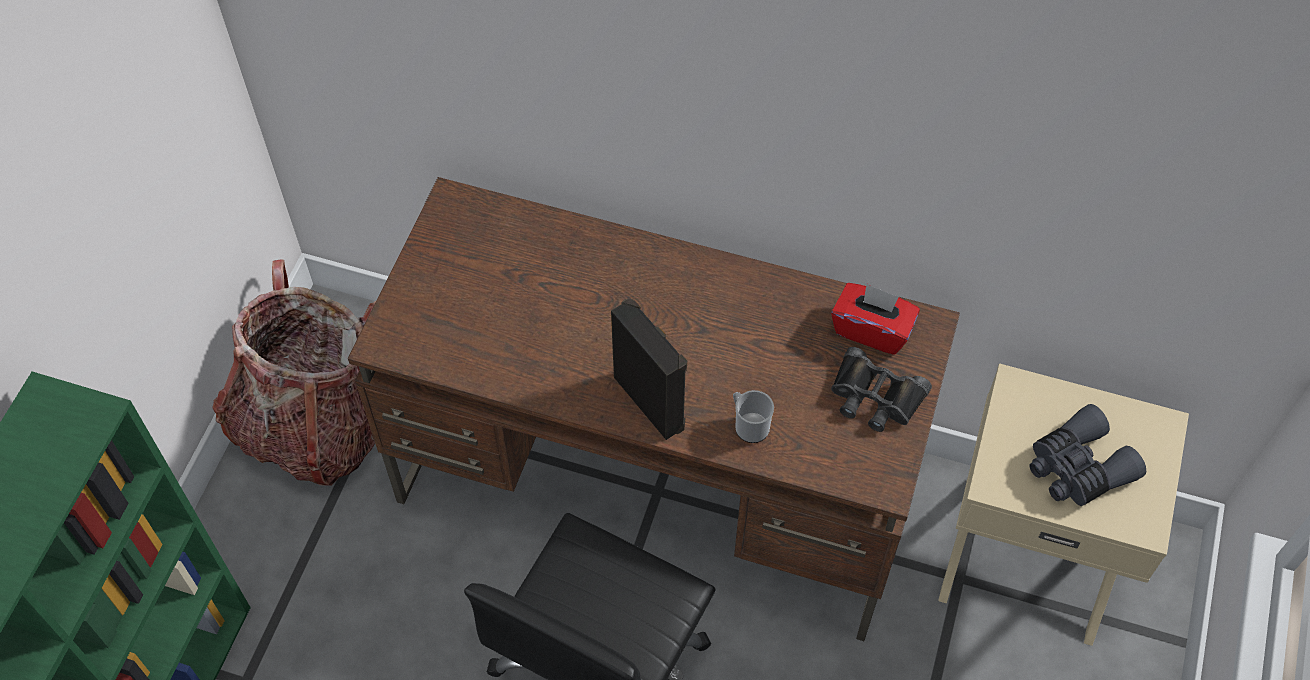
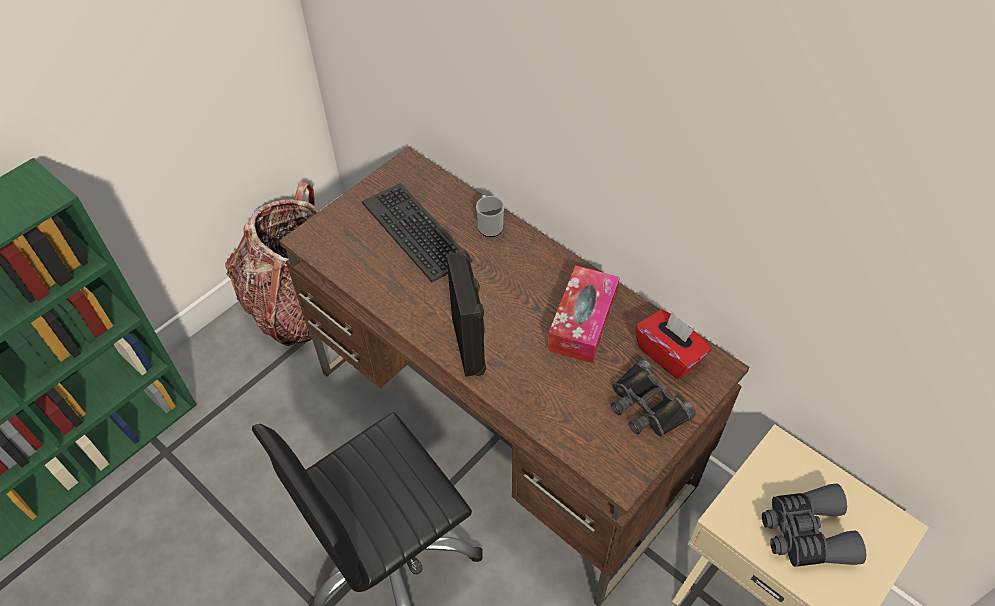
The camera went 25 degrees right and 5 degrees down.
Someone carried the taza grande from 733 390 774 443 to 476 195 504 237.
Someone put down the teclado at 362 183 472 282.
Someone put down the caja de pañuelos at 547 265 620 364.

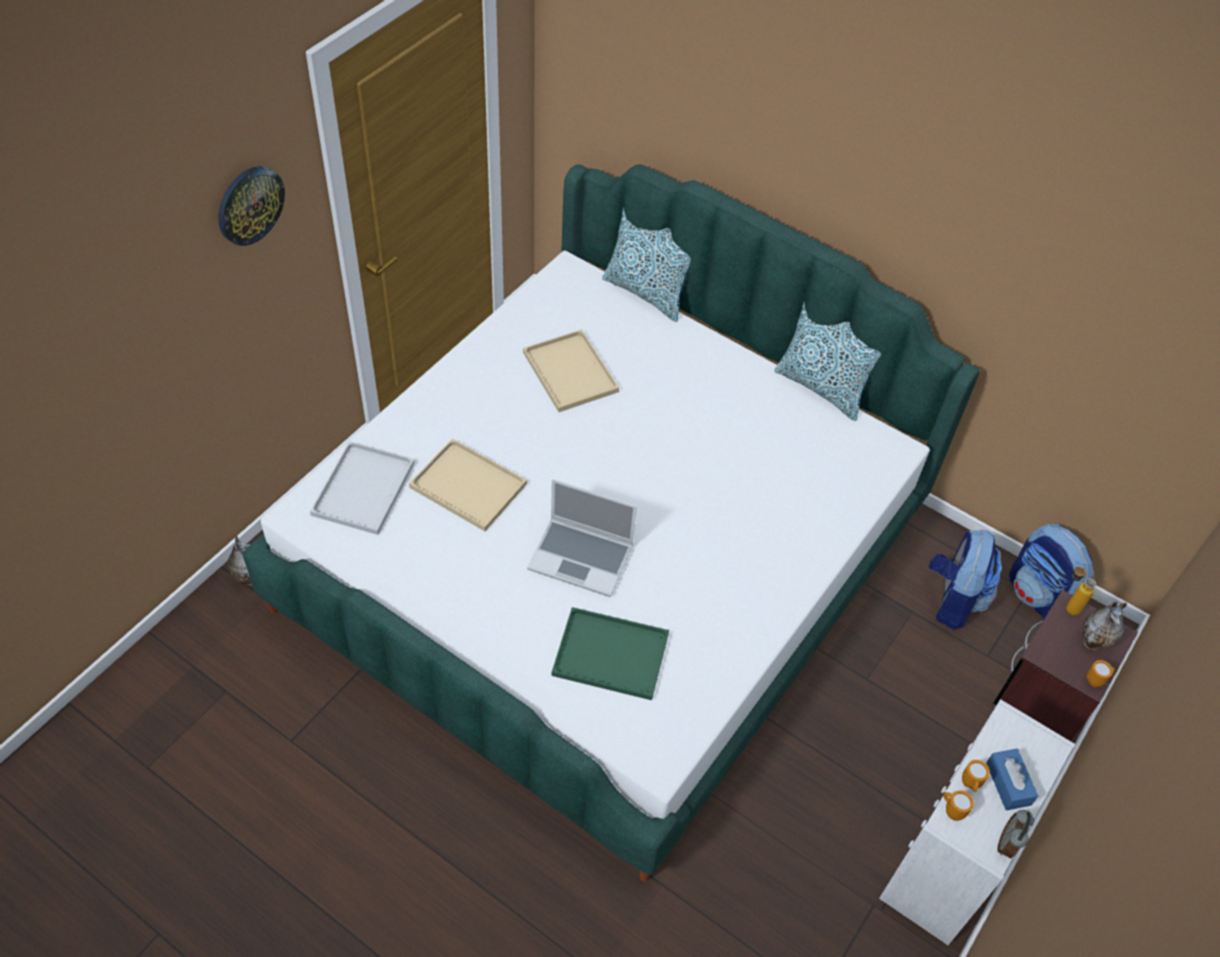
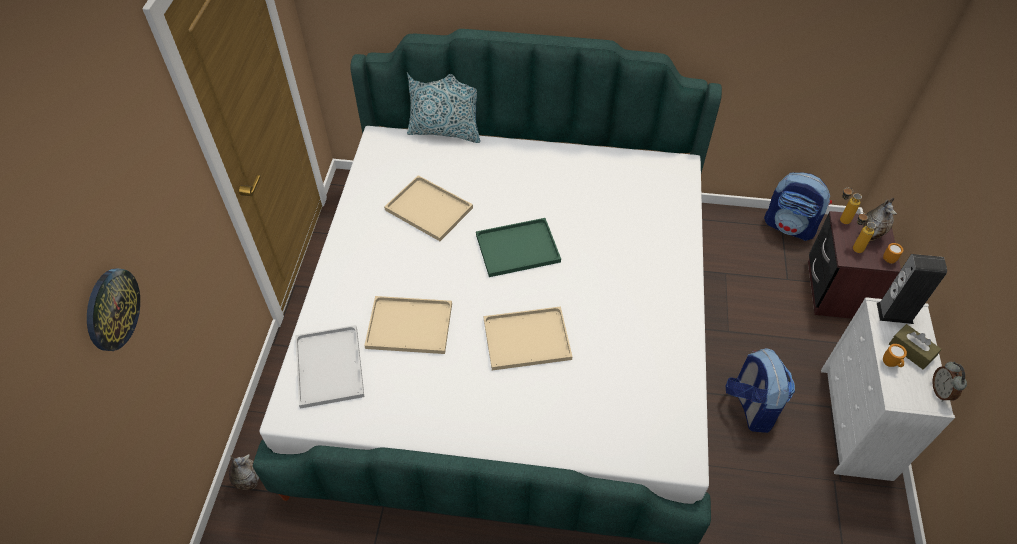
The camera went 25 degrees left and 0 degrees up.
Someone carried the reloj de pared from 218 166 285 246 to 87 268 140 351.
Someone took away the cojín at 774 302 881 421.
Someone swapped the portátil at 527 479 637 597 for the bandeja/beis at 484 306 572 370.
Someone carried the mochila from 928 529 1002 630 to 726 348 795 433.
Someone carried the bandeja/verde from 552 607 669 700 to 476 218 561 277.
Someone repainted the caja de pañuelos/azul at 986 749 1038 811, which became the caja de pañuelos/marrón at 889 324 942 369.
Someone took away the taza grande/naranja at 943 790 974 821.
Someone put down the botella at 853 212 876 253.
Someone put down the altavoz at 877 254 947 324.

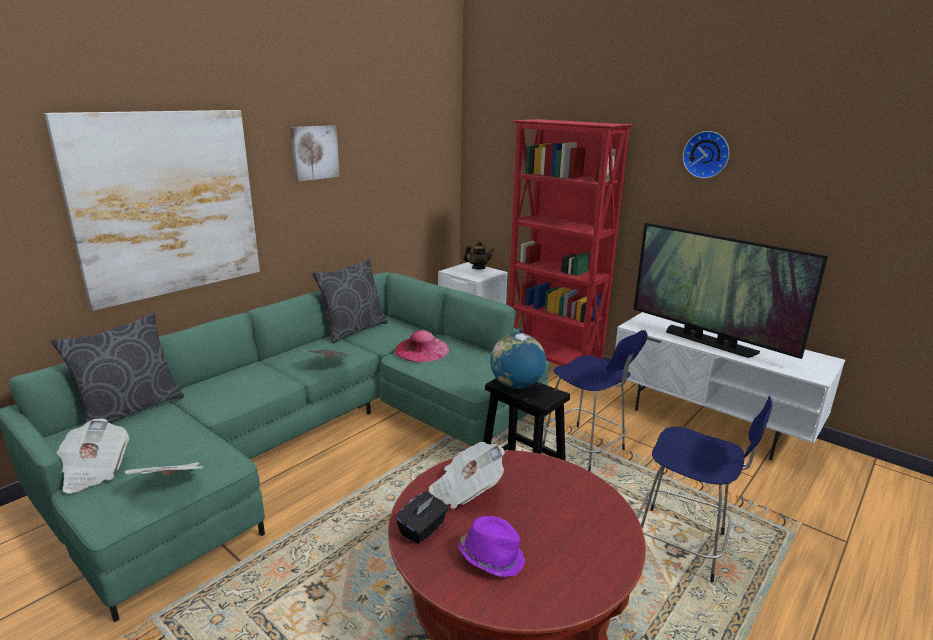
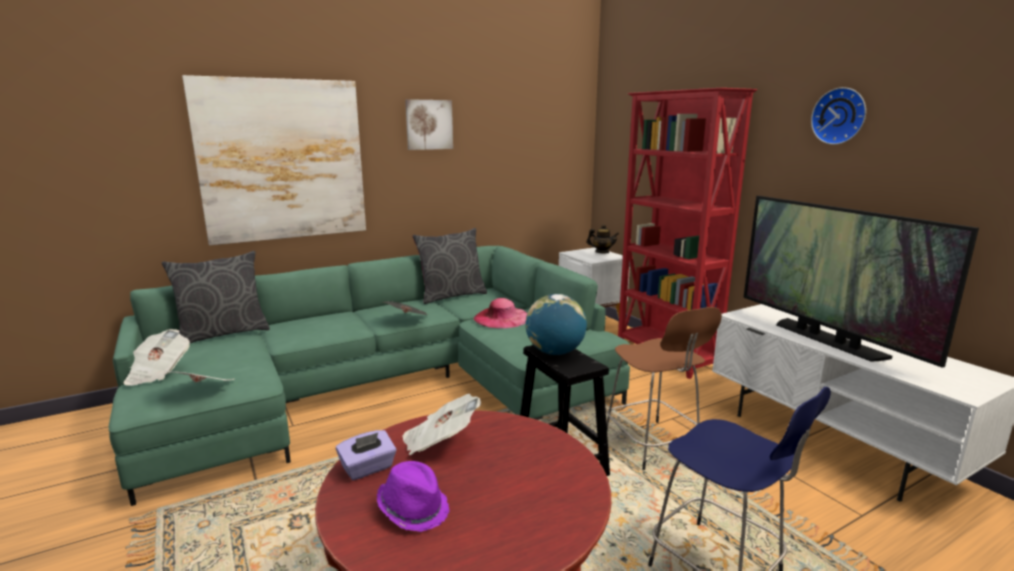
The camera went 20 degrees right and 5 degrees down.
Someone repainted the taburete/azul at 542 330 647 472, which became the taburete/marrón at 606 307 722 470.
Someone repainted the caja de pañuelos/negro at 395 491 448 544, which became the caja de pañuelos/morado at 336 430 396 480.

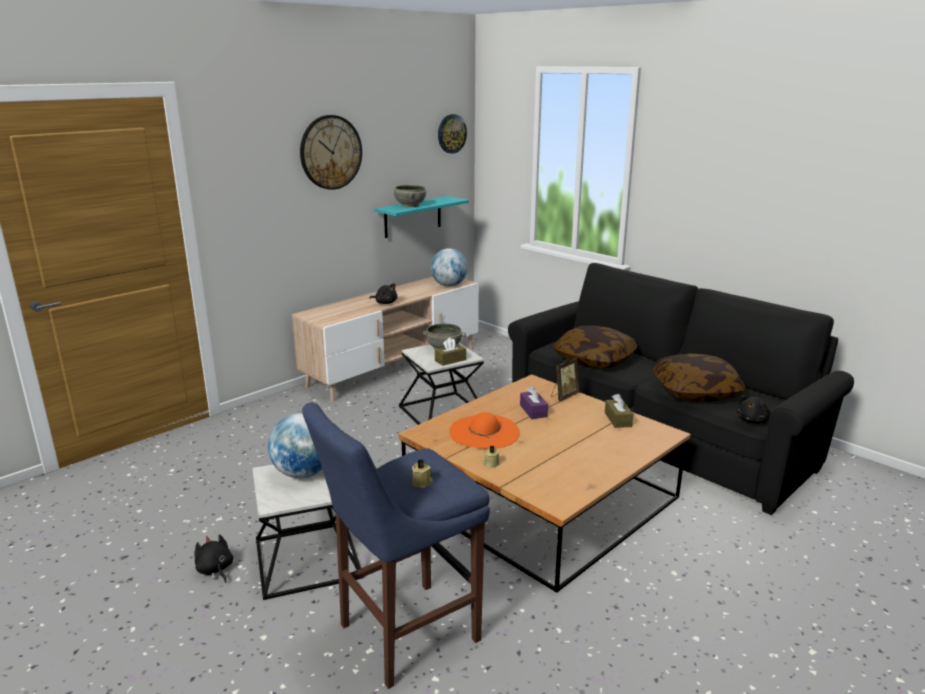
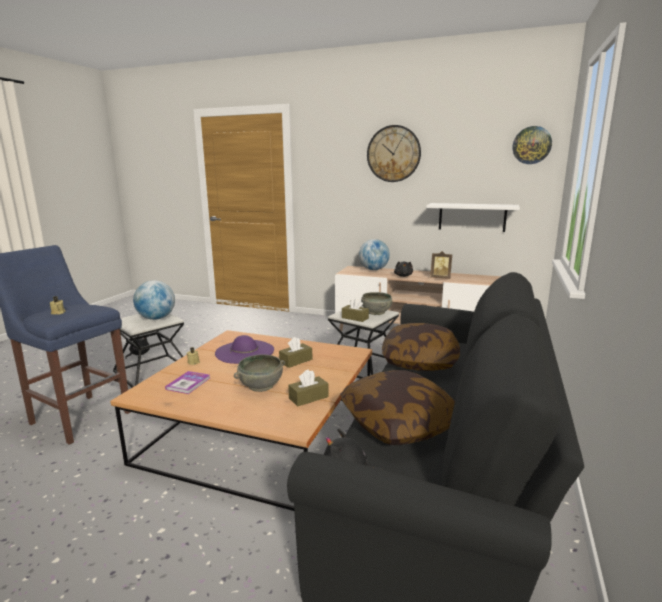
The camera went 65 degrees right and 5 degrees down.
Someone carried the cuenco/gris from 394 185 426 207 to 234 354 285 392.
Someone repainted the estante/turquesa at 375 196 469 238, which became the estante/blanco at 426 203 520 232.
Someone carried the globo terráqueo from 431 248 468 286 to 359 239 390 270.
Someone carried the portarretratos from 551 357 579 401 to 430 251 452 279.
Someone repainted the caja de pañuelos/morado at 520 386 548 419, which became the caja de pañuelos/marrón at 279 337 312 368.
Someone repainted the sombrero/naranja at 449 412 520 449, which became the sombrero/morado at 215 335 274 364.
Someone put down the libro at 165 371 210 394.

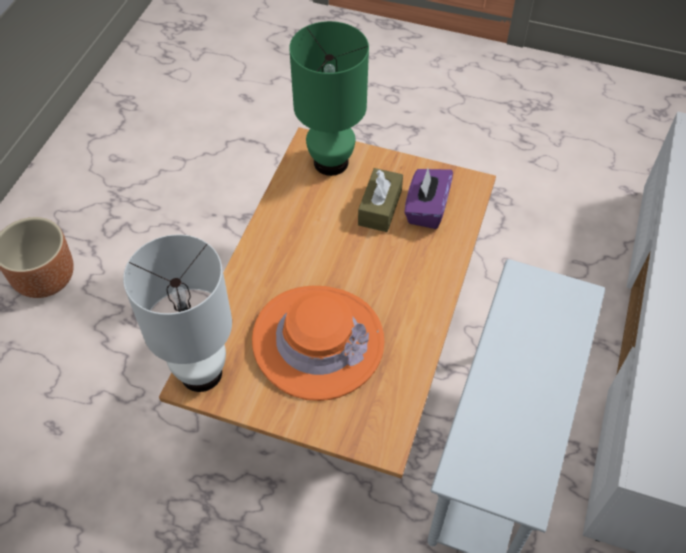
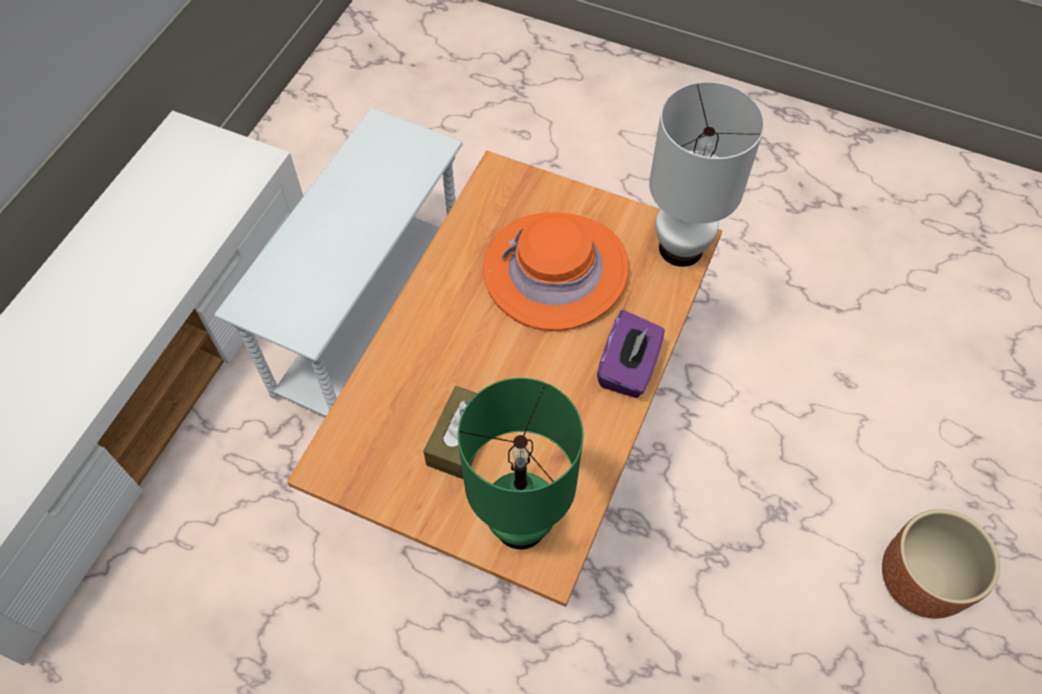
The camera went 175 degrees left and 5 degrees up.
Someone carried the caja de pañuelos/morado from 404 168 453 229 to 597 310 665 398.

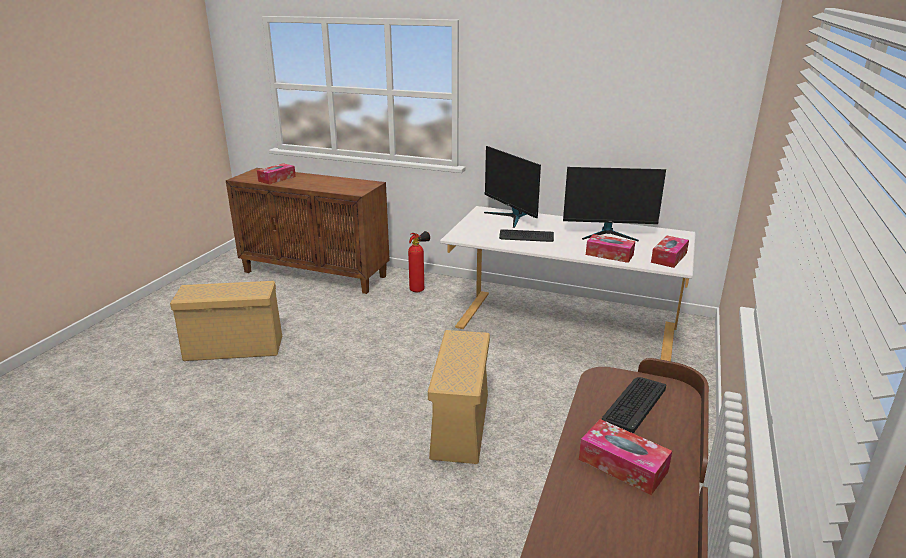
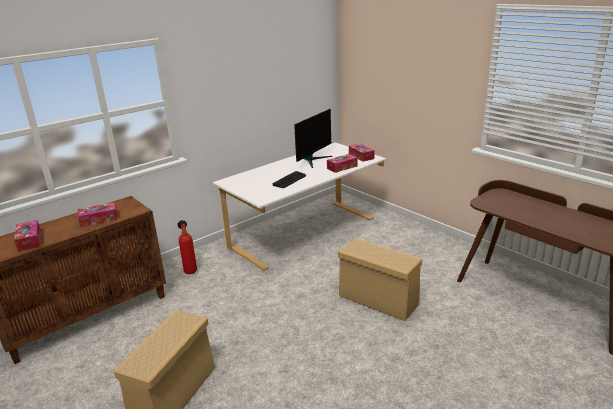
The camera went 60 degrees left and 0 degrees up.
Someone took away the monitor at 484 146 541 228.
Someone took away the teclado at 602 377 666 433.
Someone carried the caja de pañuelos from 579 419 672 495 to 78 202 118 227.

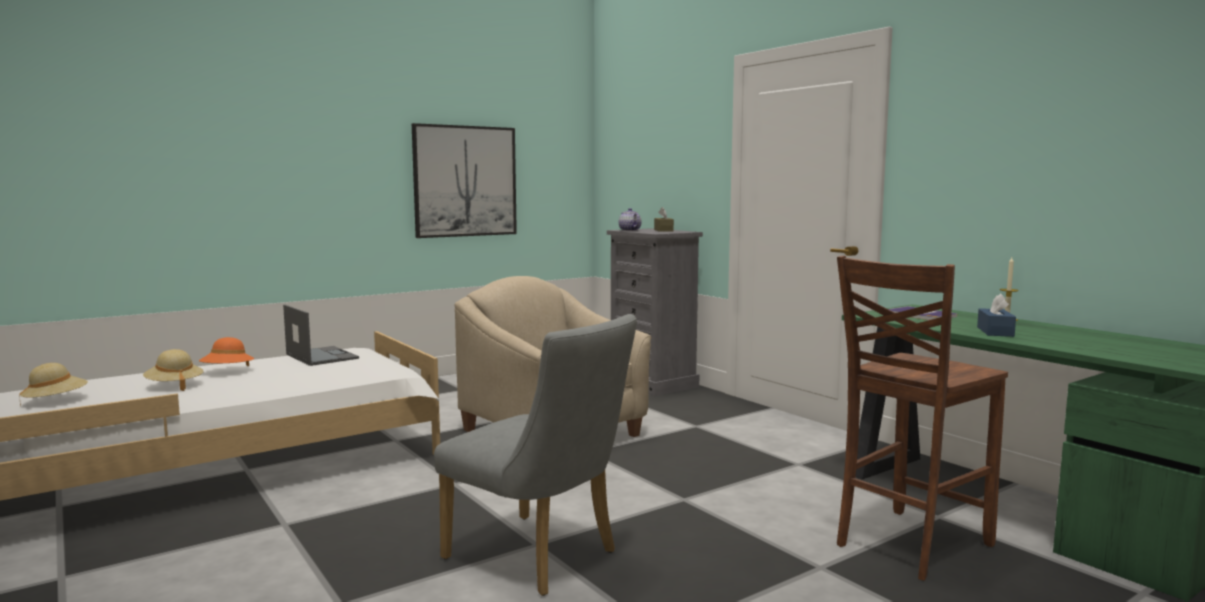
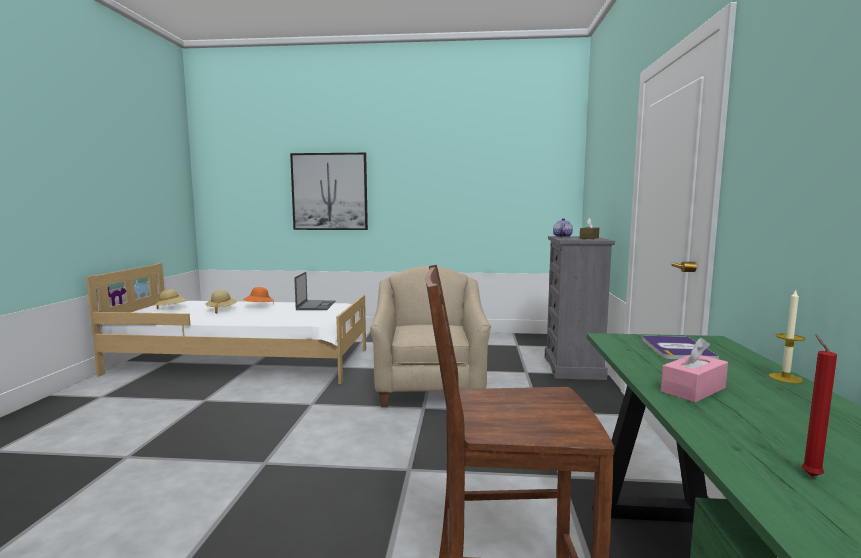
The camera went 40 degrees right and 0 degrees up.
Someone carried the cuadro from 412 123 517 238 to 290 153 368 230.
Someone repainted the caja de pañuelos/azul at 977 293 1016 337, which became the caja de pañuelos/rosa at 661 338 728 403.
Someone took away the silla/gris at 434 314 637 596.
Someone put down the vela/rojo at 802 334 837 477.

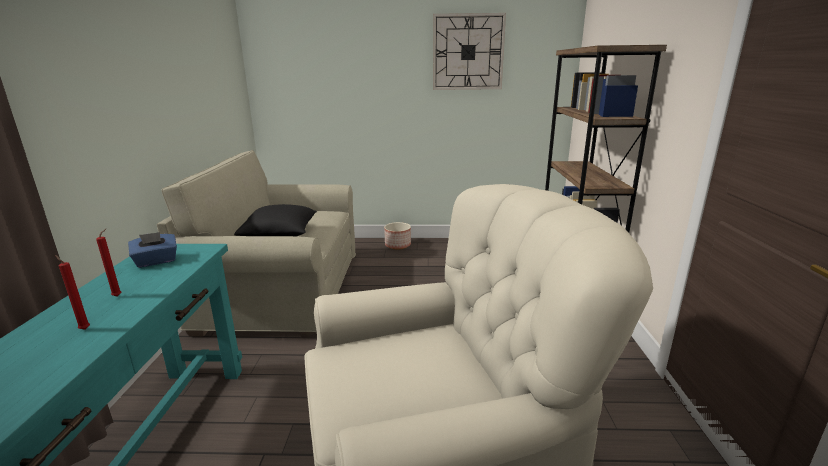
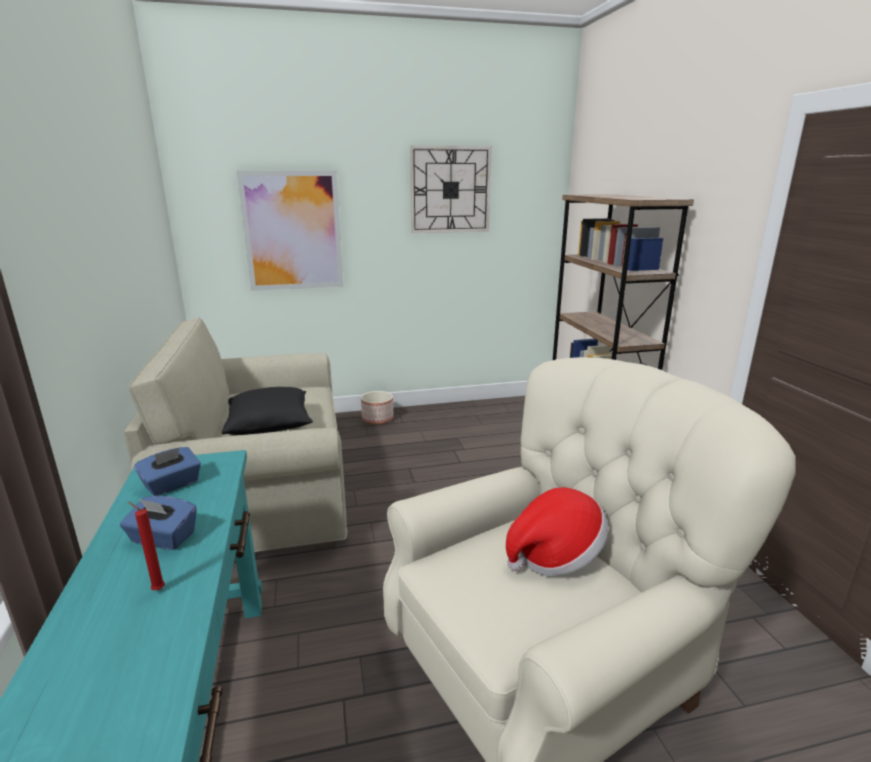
The camera went 15 degrees left and 0 degrees up.
Someone swapped the vela/rojo at 96 228 121 297 for the caja de pañuelos/azul at 120 496 197 550.
Someone put up the cuadro at 237 170 343 291.
Someone put down the sombrero at 506 487 608 576.

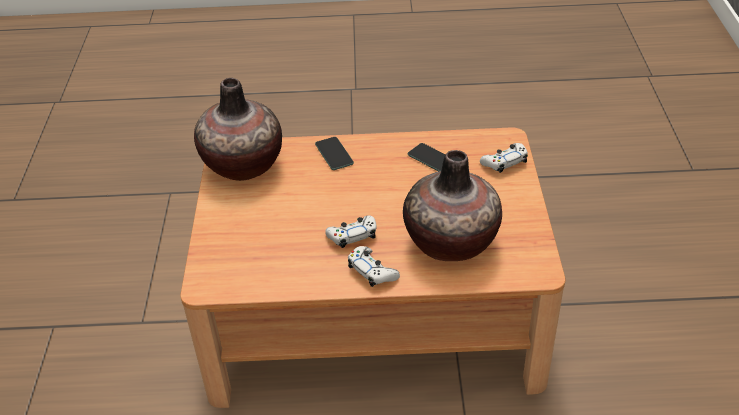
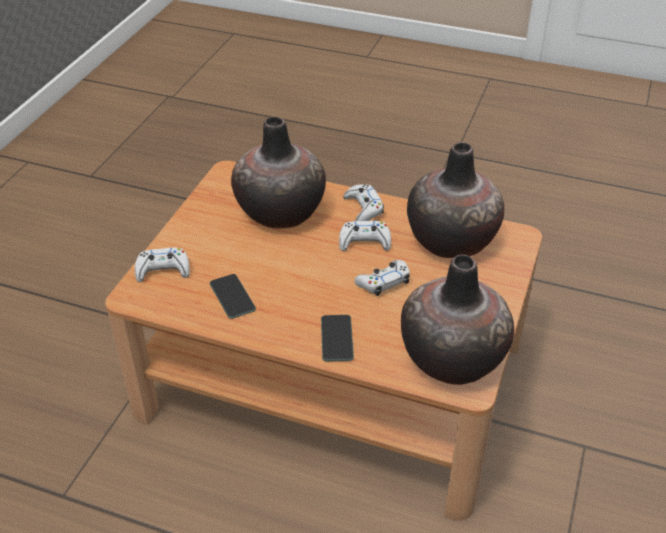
The camera went 160 degrees left and 0 degrees up.
Someone put down the florero at 407 142 504 258.
Someone put down the mando de consola/blanco at 355 260 410 296.

